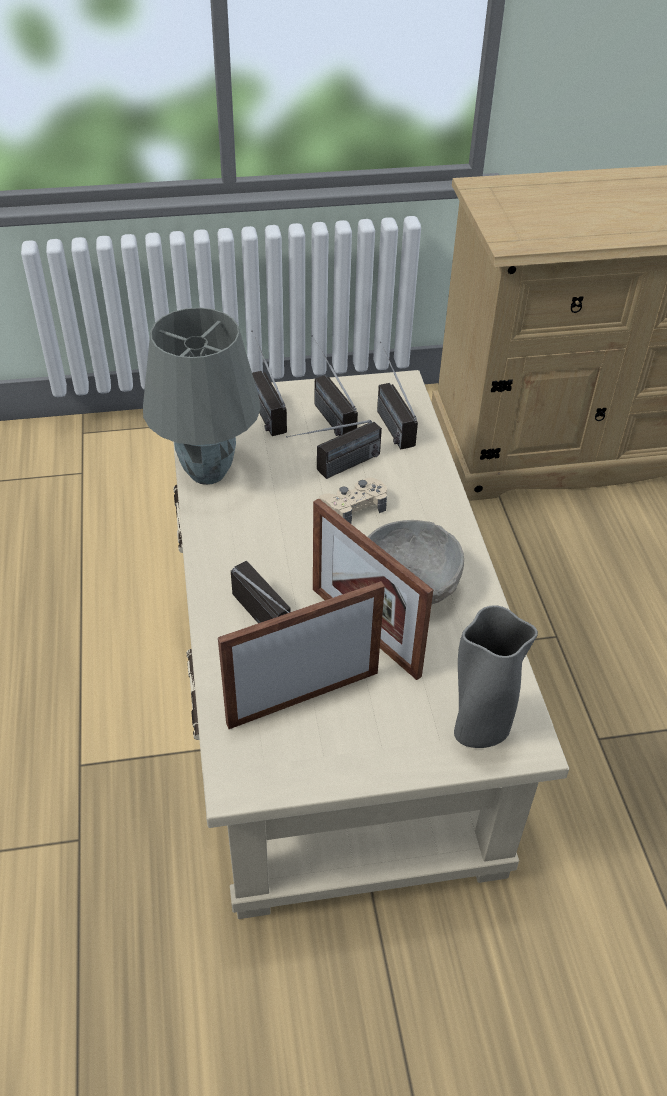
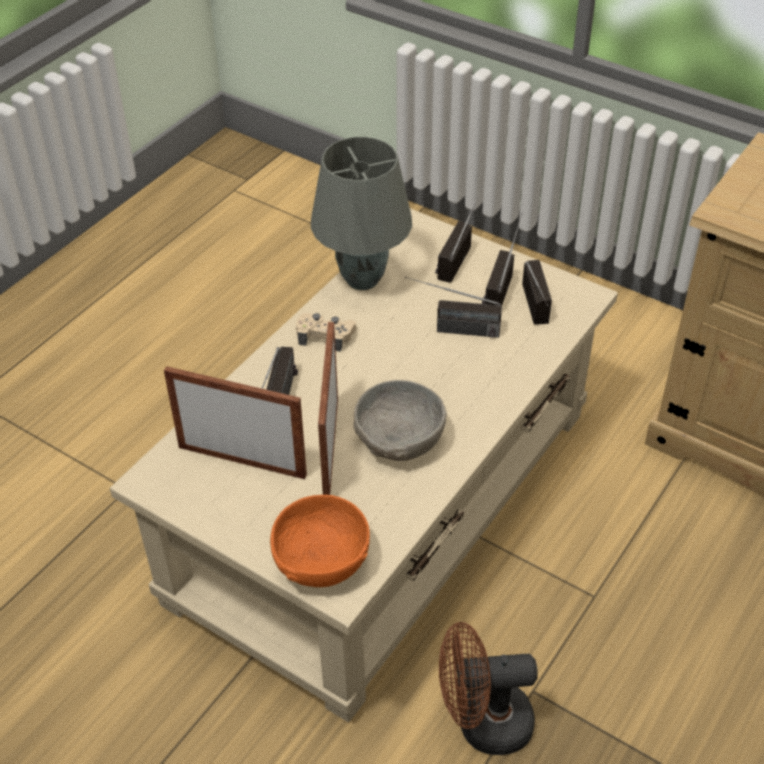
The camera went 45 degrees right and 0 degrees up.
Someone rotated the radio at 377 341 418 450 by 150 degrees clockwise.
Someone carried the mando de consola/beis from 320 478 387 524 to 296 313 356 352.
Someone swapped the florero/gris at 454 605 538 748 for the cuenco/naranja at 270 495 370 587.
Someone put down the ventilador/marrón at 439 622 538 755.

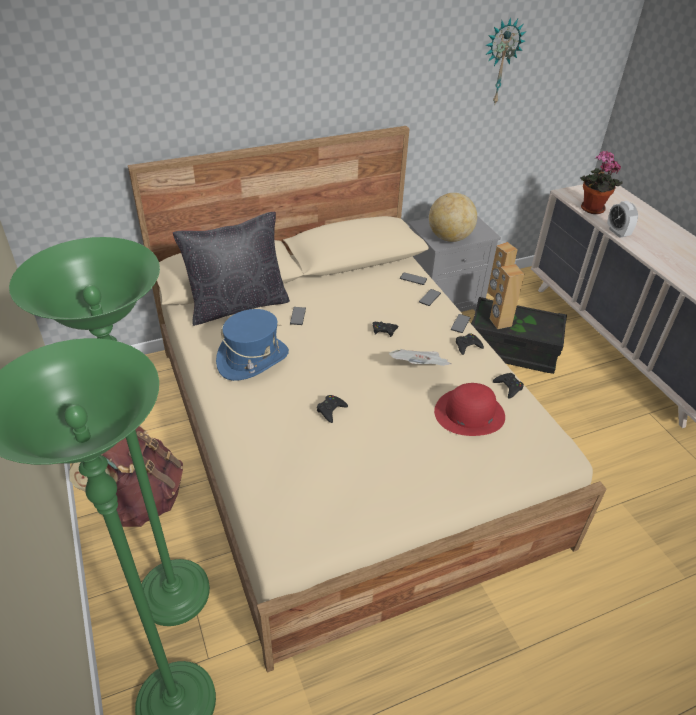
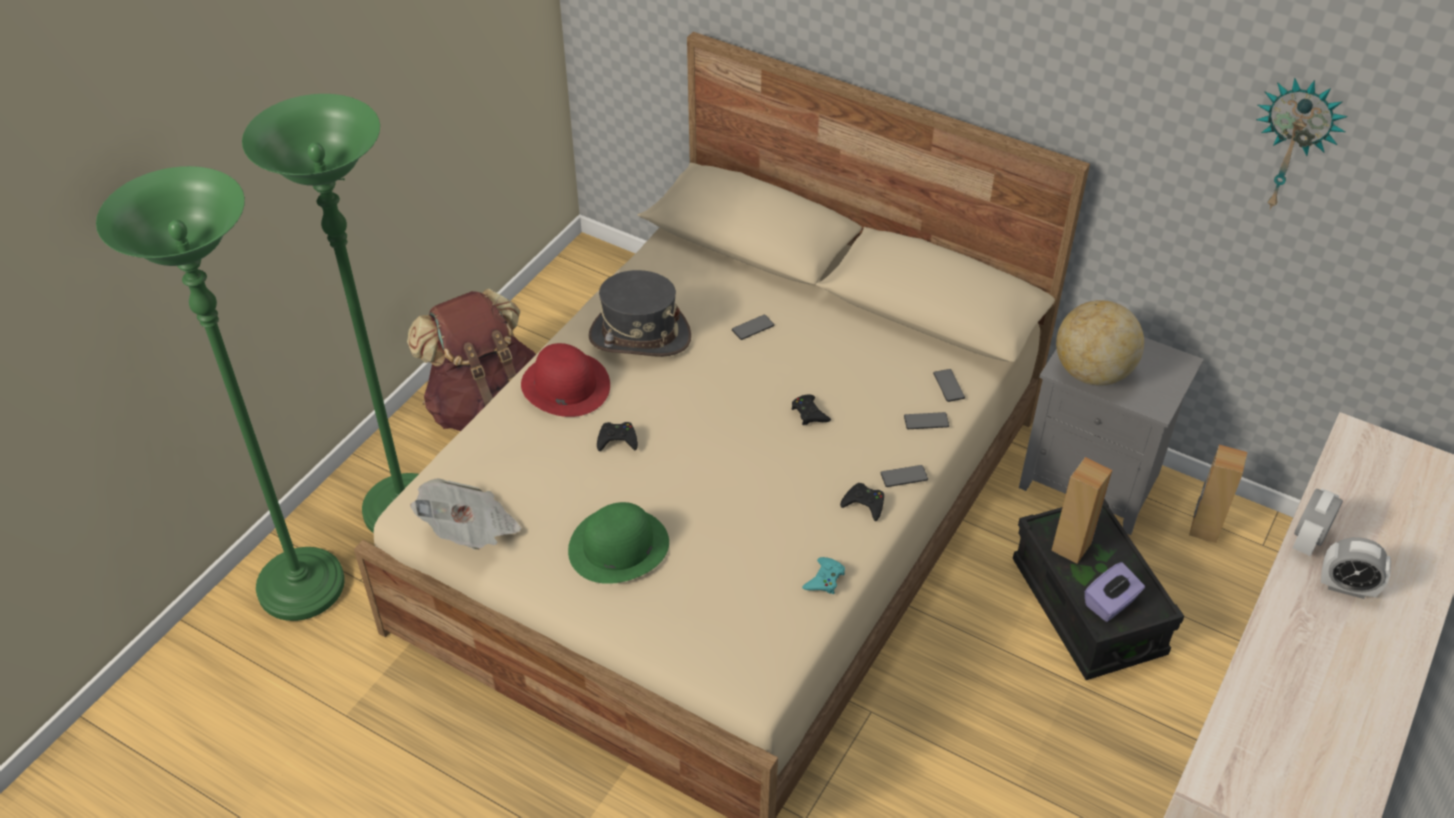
The camera went 55 degrees right and 5 degrees up.
Someone took away the planta en maceta at 581 151 623 214.
Someone took away the cojín/negro at 173 212 290 326.
Someone repainted the sombrero/azul at 216 309 289 381, which became the sombrero/gris at 589 270 691 357.
Someone carried the periódico from 389 349 451 366 to 410 478 521 550.
Someone repainted the mando de consola/negro at 493 373 524 398, which became the mando de consola/turquesa at 802 557 845 594.
Someone carried the sombrero/rojo from 434 383 505 436 to 521 343 610 417.
Someone put down the sombrero/verde at 568 502 669 584.
Someone put down the despertador at 1321 537 1391 599.
Someone put down the caja de pañuelos/morado at 1085 562 1145 622.

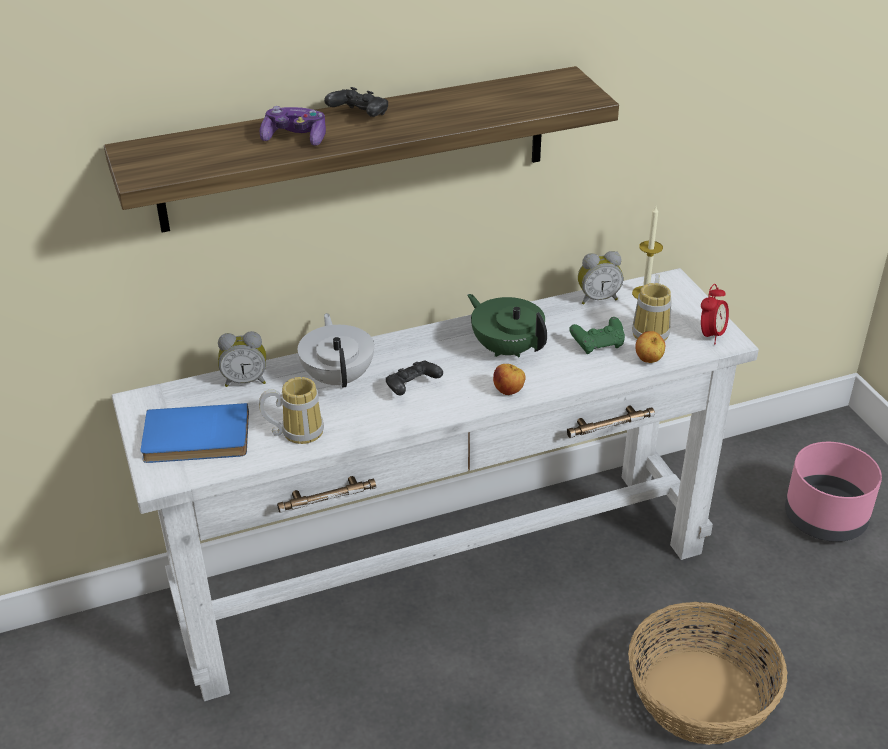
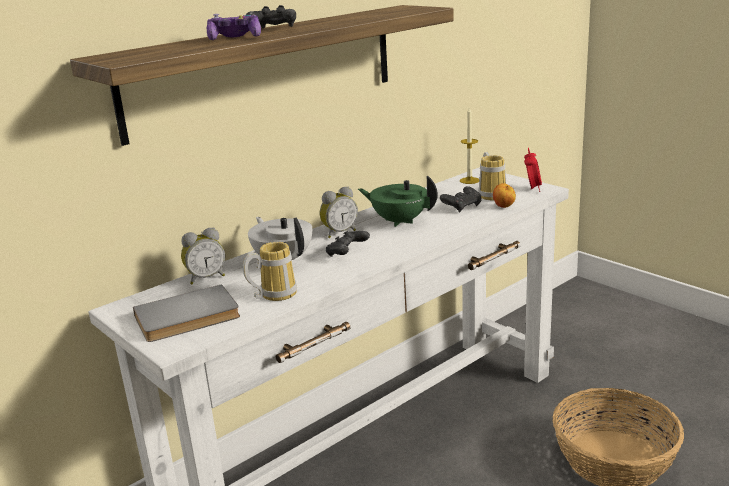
The camera went 20 degrees left and 15 degrees down.
Someone carried the despertador from 578 251 623 305 to 320 186 358 238.
Someone repainted the mando de consola/verde at 569 317 625 354, which became the mando de consola/negro at 440 186 481 213.
Someone took away the manzana at 493 364 526 395.
Someone repainted the libro/azul at 141 403 249 463, which became the libro/gris at 133 284 240 342.
Someone took away the maceta/rosa at 785 442 882 542.

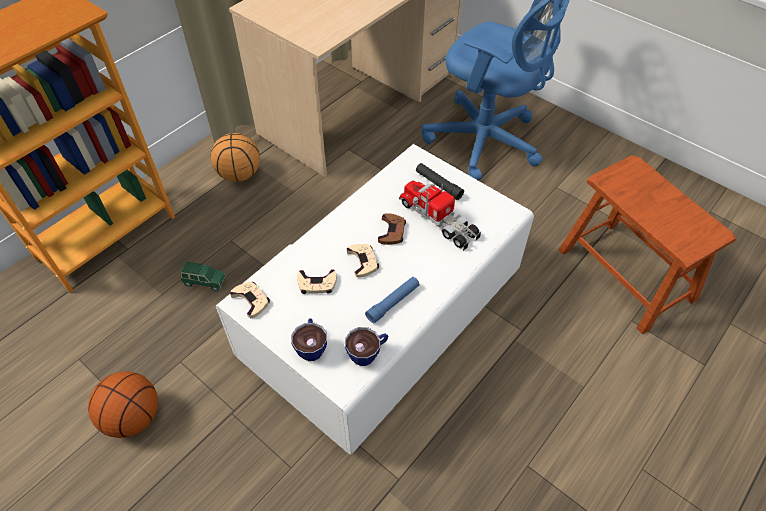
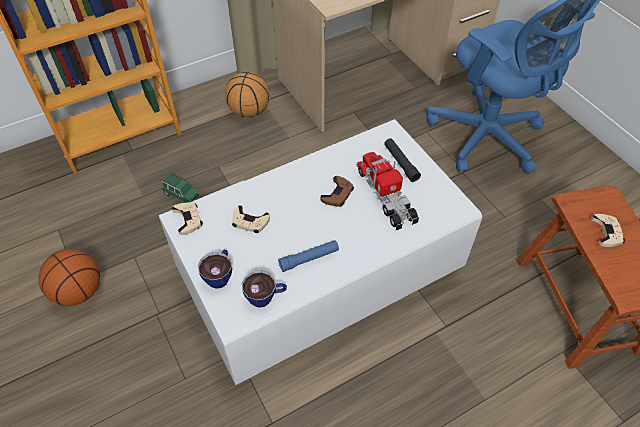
The camera went 20 degrees right and 0 degrees up.
Someone carried the mando de consola/beis from 347 244 379 278 to 591 214 625 247.

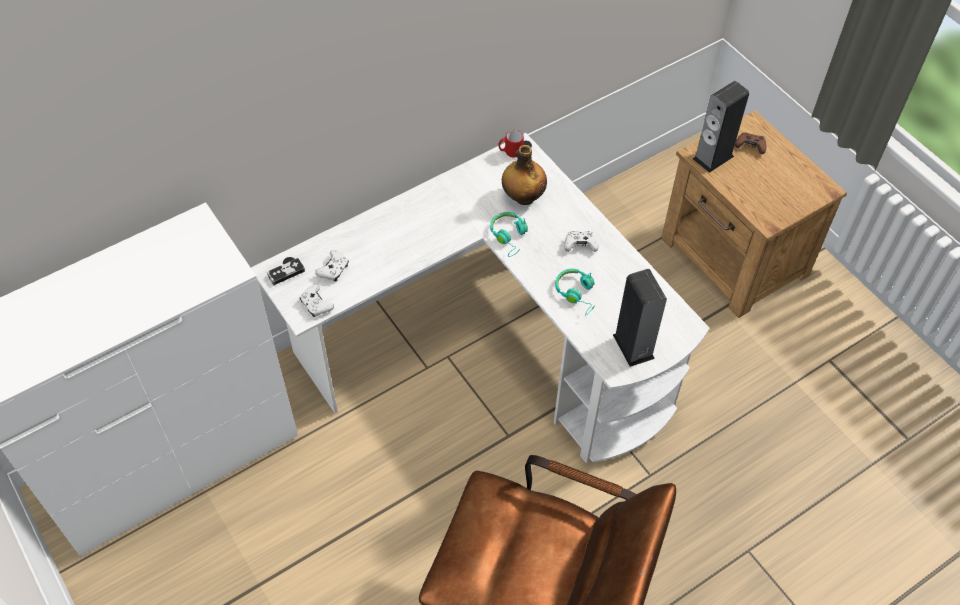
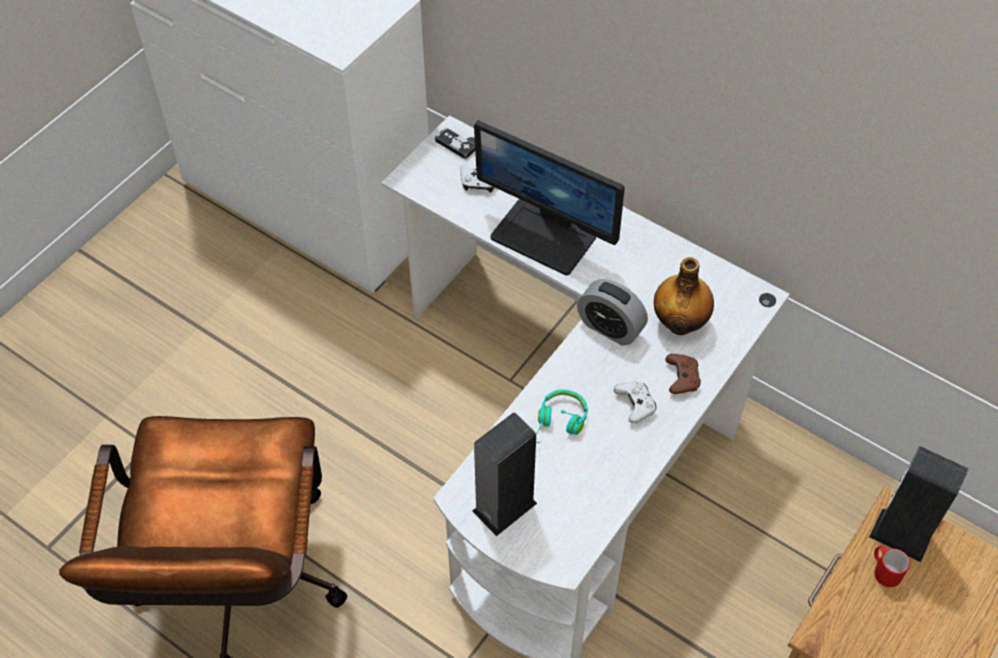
The camera went 70 degrees right and 0 degrees up.
Someone carried the taza grande/rojo from 498 130 524 158 to 874 546 910 587.
Someone carried the mando de consola/marrón from 735 132 766 154 to 665 354 701 394.
Someone swapped the auriculares/turquesa at 490 212 528 257 for the despertador at 577 279 648 345.
Someone took away the mando de consola/blanco at 300 284 334 317.
Someone put down the monitor at 474 120 625 275.

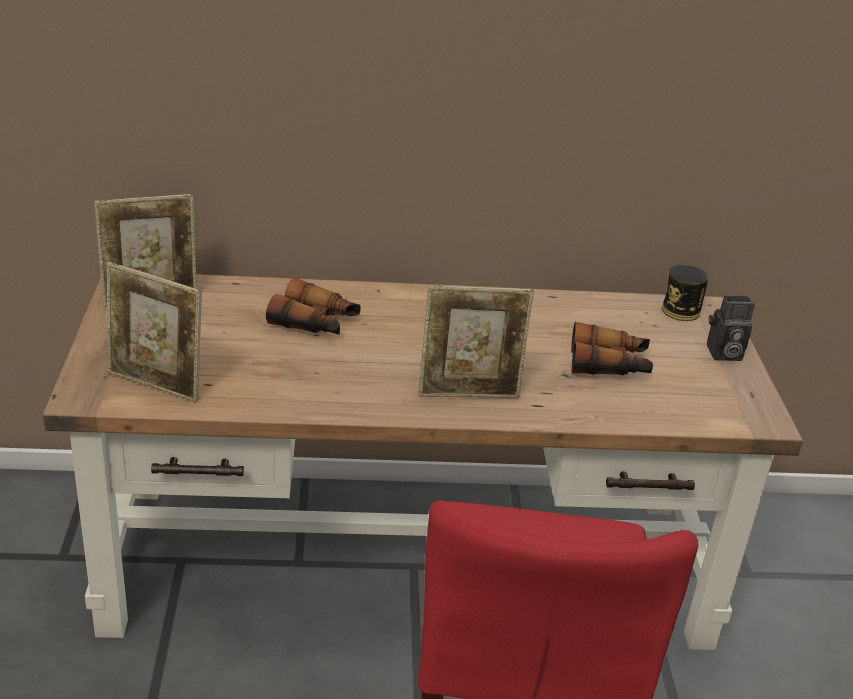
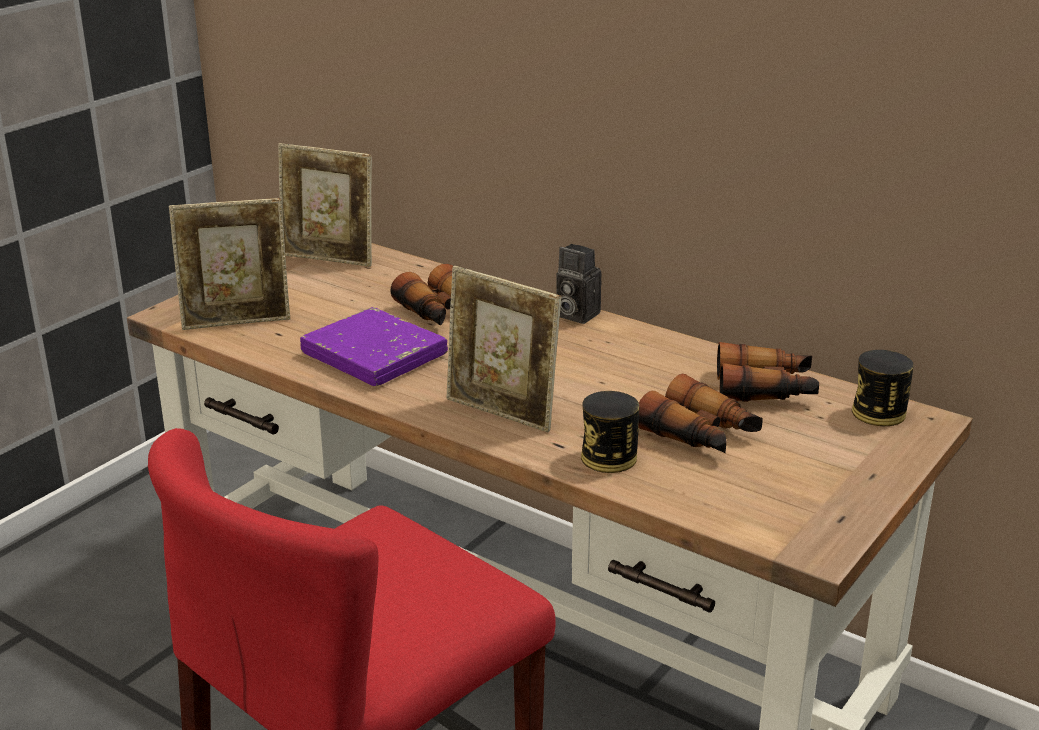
The camera went 40 degrees right and 5 degrees down.
Someone rotated the portarretratos at 107 262 202 402 by 75 degrees counterclockwise.
Someone carried the cámara from 707 295 755 361 to 556 244 602 324.
Someone put down the libro/morado at 300 307 448 386.
Someone put down the prismáticos at 717 342 819 402.
Someone put down the lata at 581 391 639 473.

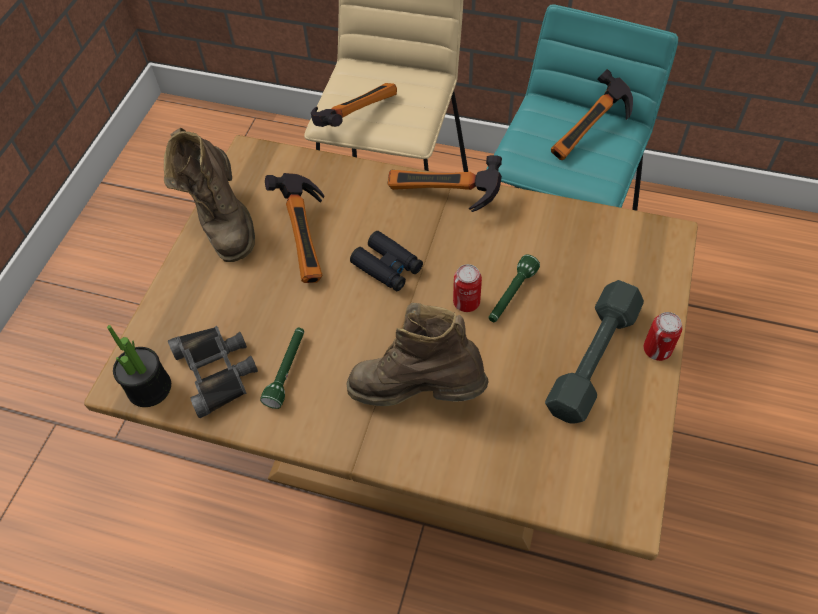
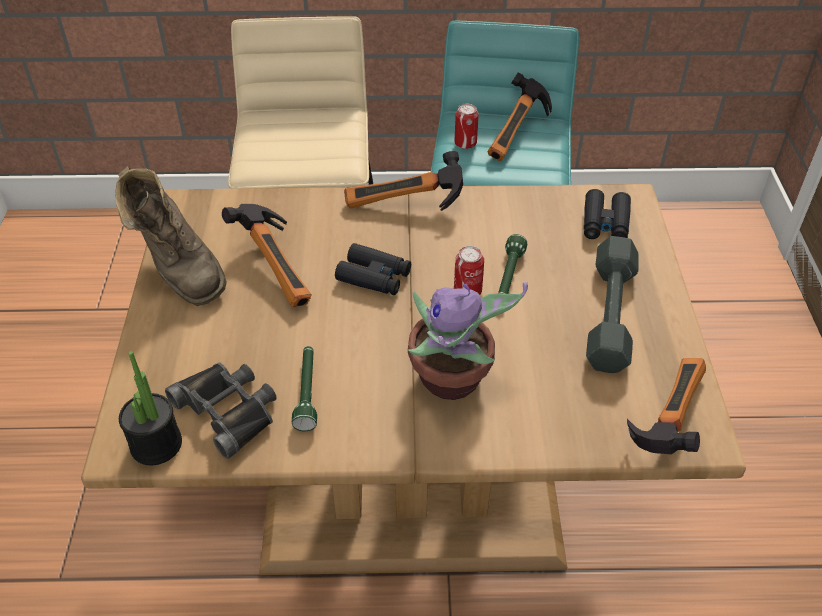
The camera went 20 degrees left and 10 degrees down.
Someone carried the martillo from 311 83 397 127 to 627 358 706 454.
Someone swapped the bota/marrón at 346 303 489 406 for the planta en maceta at 408 282 528 400.
Someone carried the lata from 643 312 682 361 to 454 103 479 149.
Someone put down the prismáticos/negro at 584 189 631 239.

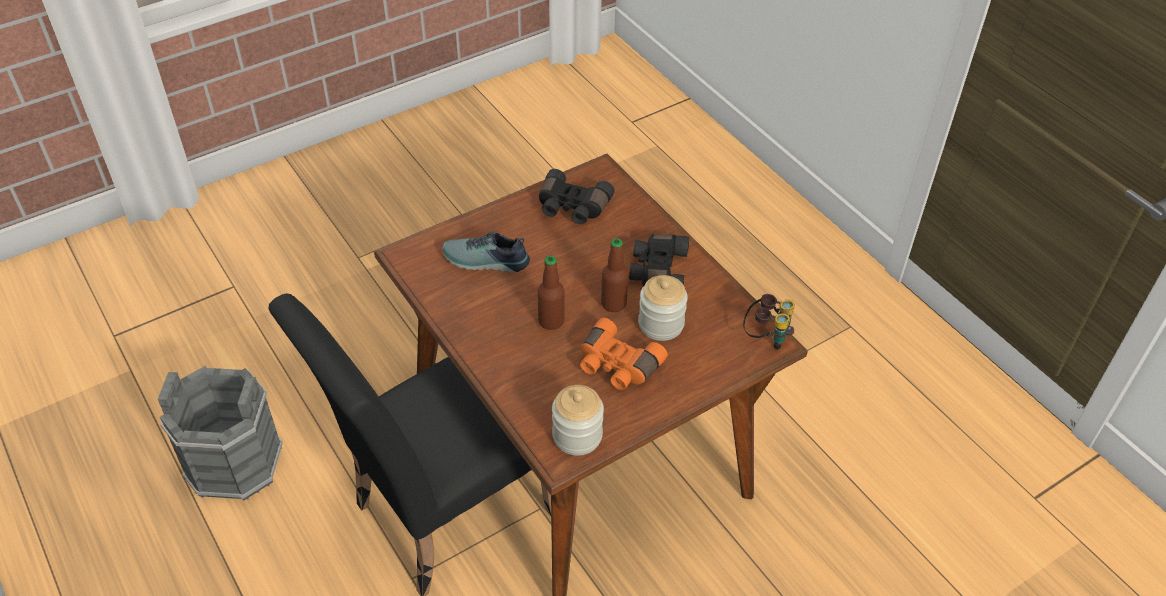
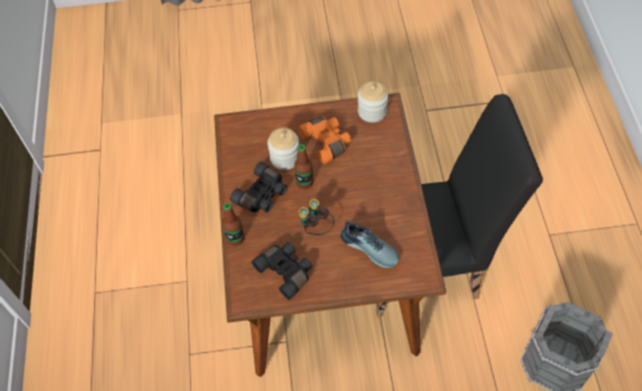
The camera went 150 degrees left and 10 degrees up.
Someone carried the botella from 538 256 564 330 to 222 203 244 246.
Someone carried the prismáticos from 743 294 795 350 to 299 199 334 235.

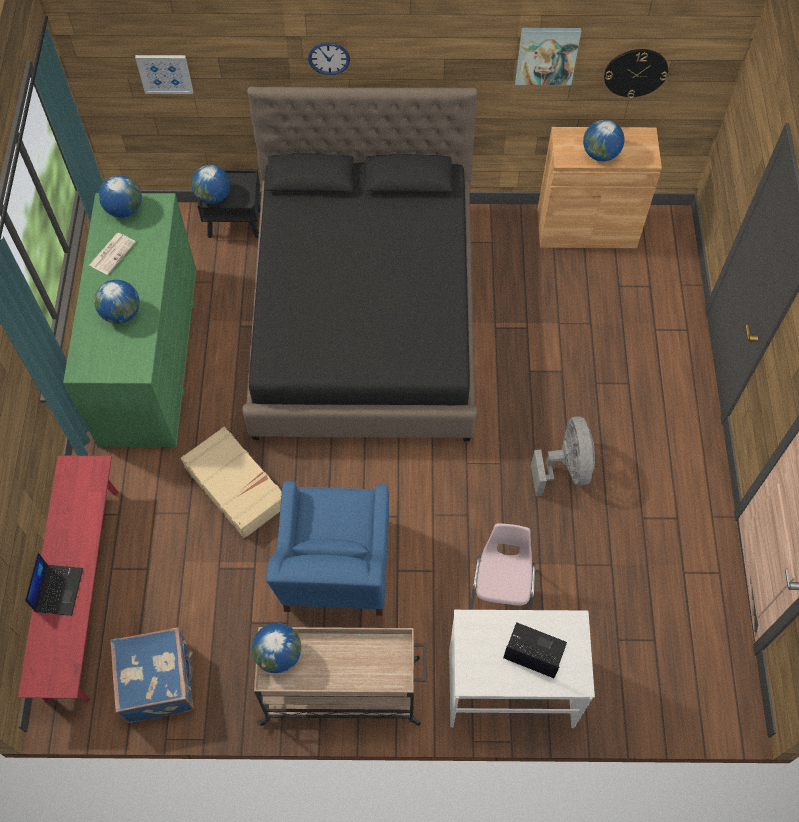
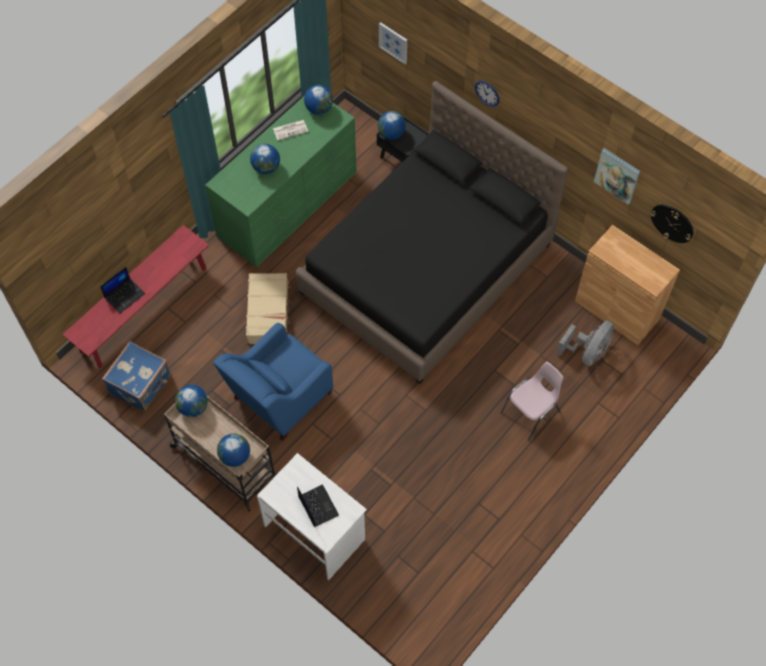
The camera went 40 degrees right and 0 degrees up.
Someone carried the globo terráqueo from 583 120 624 161 to 217 434 250 467.
Someone carried the ventilador/gris from 531 416 595 496 to 556 321 614 366.
Someone carried the silla/rosa from 470 523 536 610 to 500 362 563 441.

